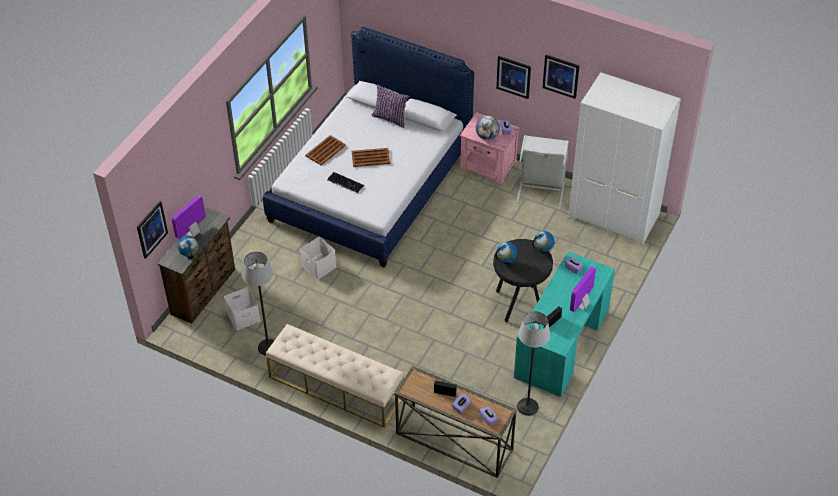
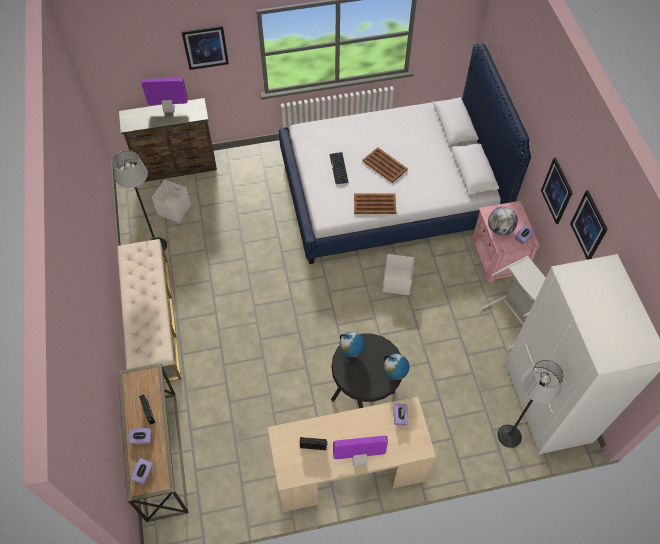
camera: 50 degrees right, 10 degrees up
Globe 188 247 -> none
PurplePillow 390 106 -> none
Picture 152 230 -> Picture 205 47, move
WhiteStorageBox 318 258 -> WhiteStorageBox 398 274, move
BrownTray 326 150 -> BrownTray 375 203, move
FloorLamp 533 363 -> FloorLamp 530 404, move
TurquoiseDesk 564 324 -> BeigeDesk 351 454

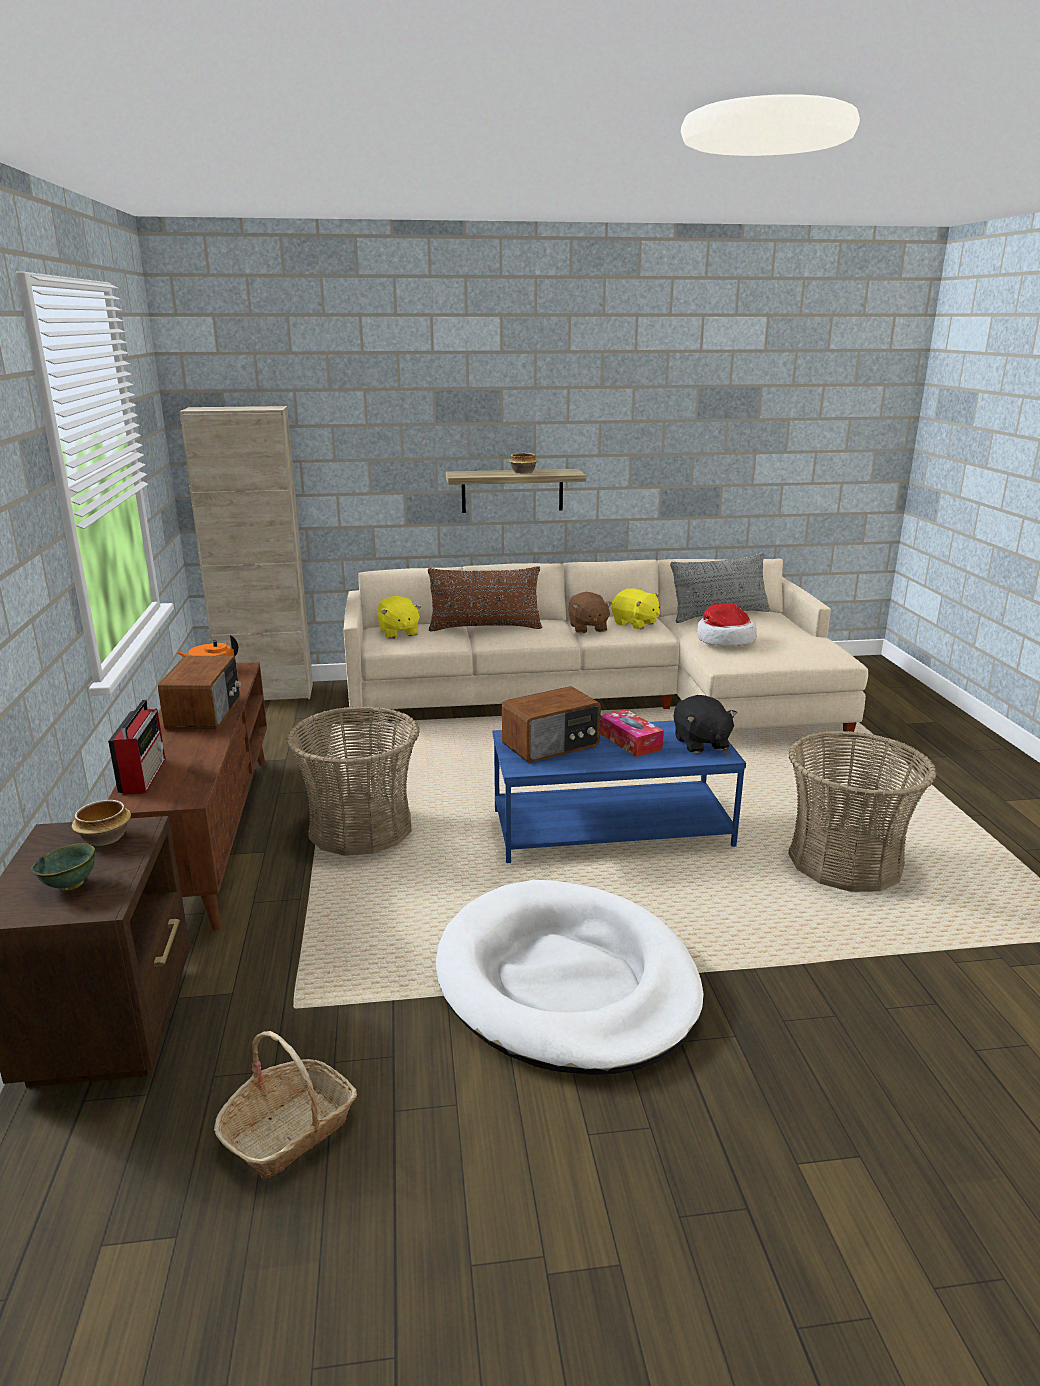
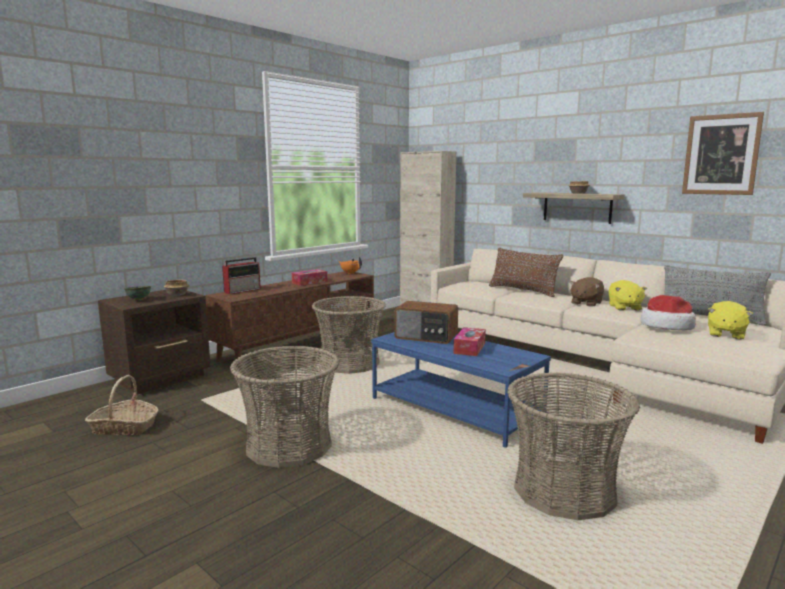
camera: 50 degrees right, 10 degrees down
BlackPlushToy 705 724 -> none
none -> Picture 723 153
YellowPlushToy 399 617 -> YellowPlushToy 730 320, move
Radio 199 692 -> TissueBox 309 277
WhiteDogBed 570 977 -> Basket 285 407

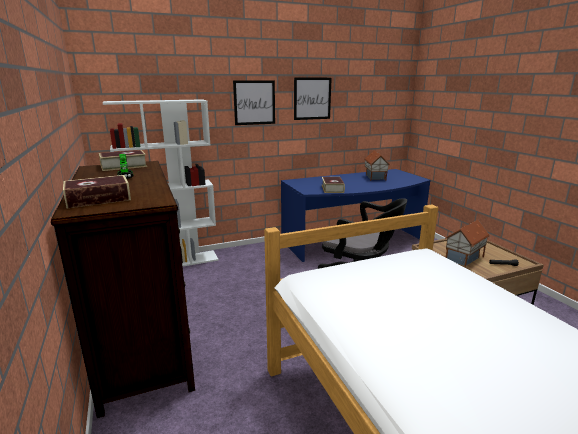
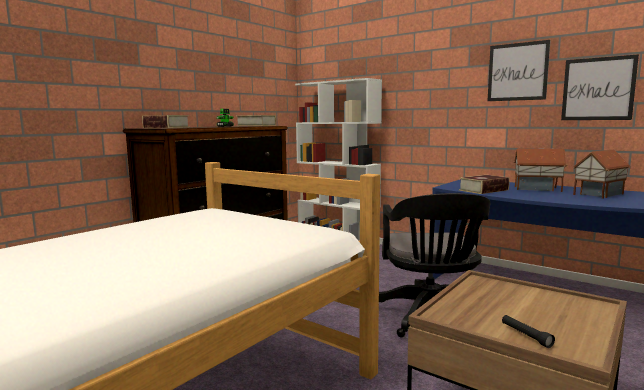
camera: 60 degrees right, 10 degrees down
Picture 254 102 -> Picture 600 87, move
ToyHouse 467 243 -> ToyHouse 540 170, move

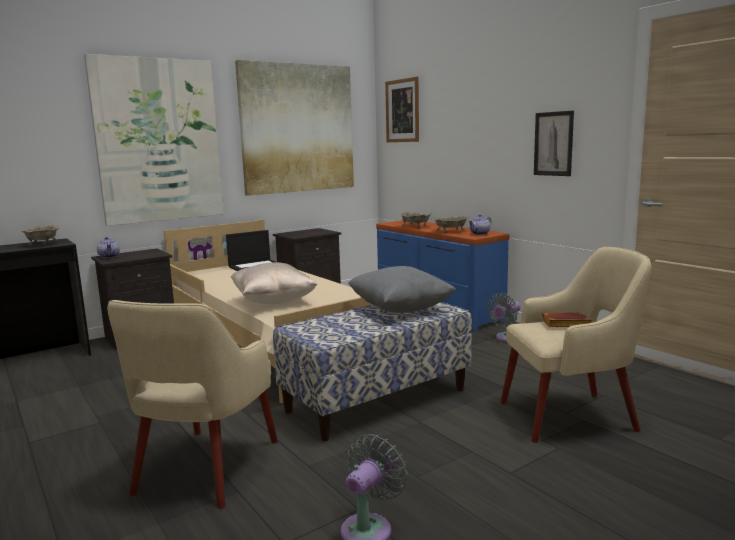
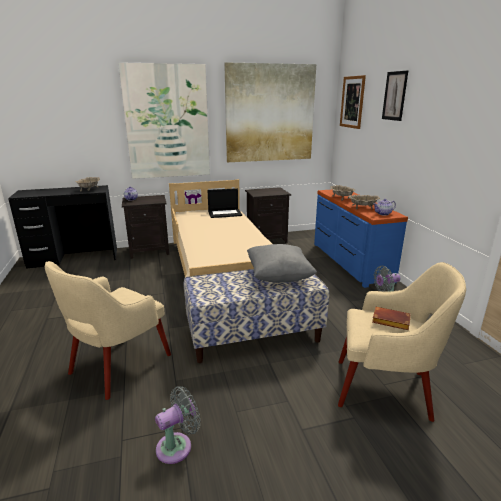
camera: 20 degrees right, 10 degrees up
BeigePillow 274 283 -> none
Picture 554 143 -> Picture 395 95, move

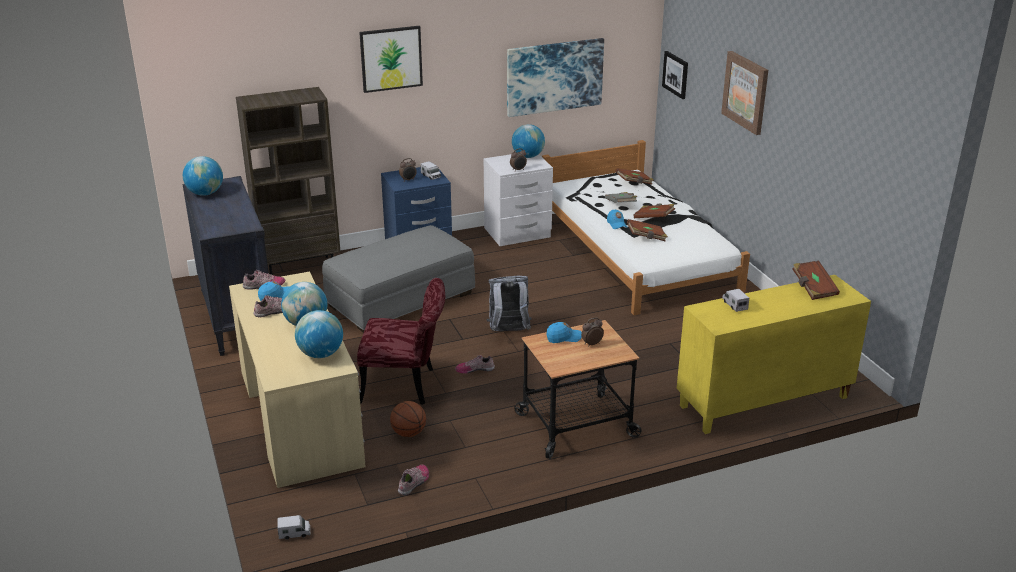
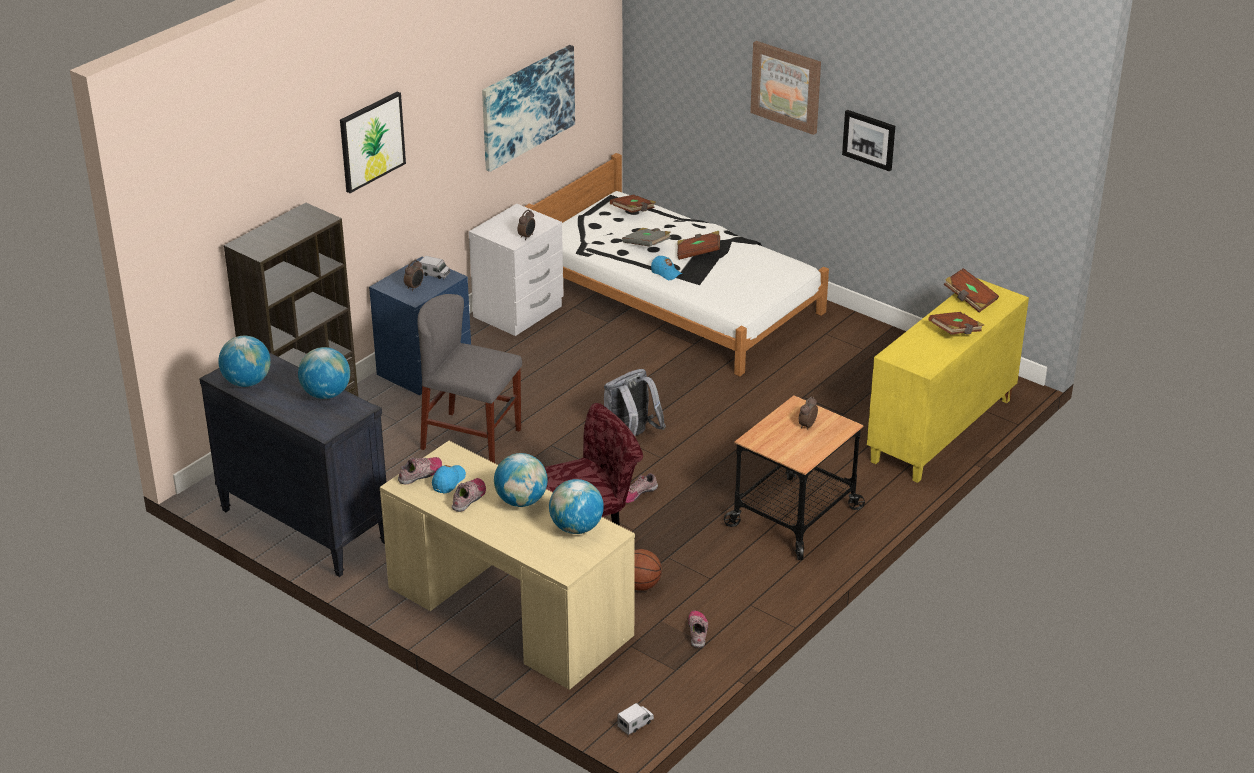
camera: 30 degrees left, 5 degrees up
BlueCap 564 332 -> none
ToyTruck 735 300 -> none
Globe 528 141 -> Globe 324 373, move
BrownBook 647 230 -> BrownBook 956 323, move
Picture 675 75 -> Picture 868 141, move
GreyOttoman 398 279 -> GreyChair 469 378

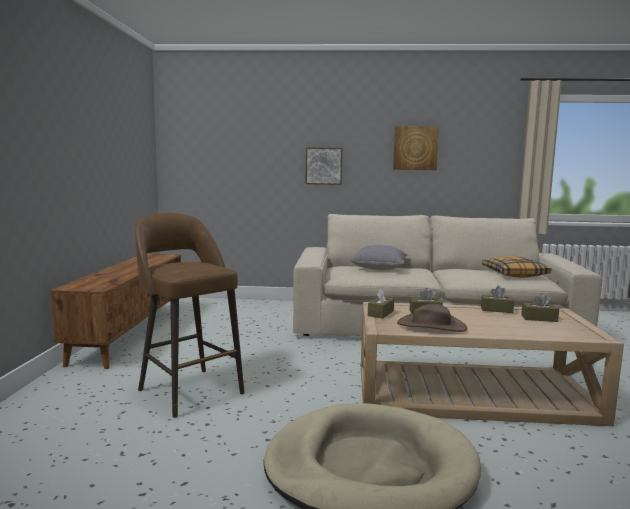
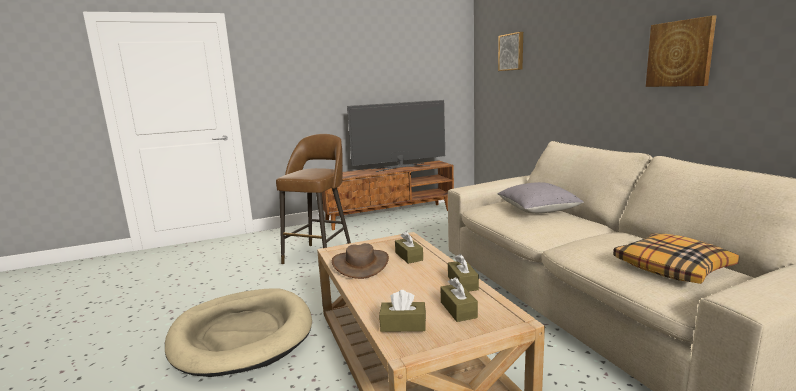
camera: 65 degrees right, 5 degrees up
none -> Television 396 136
Picture 324 166 -> Picture 510 51, move
BrownTissueBox 381 303 -> BrownTissueBox 402 311, move

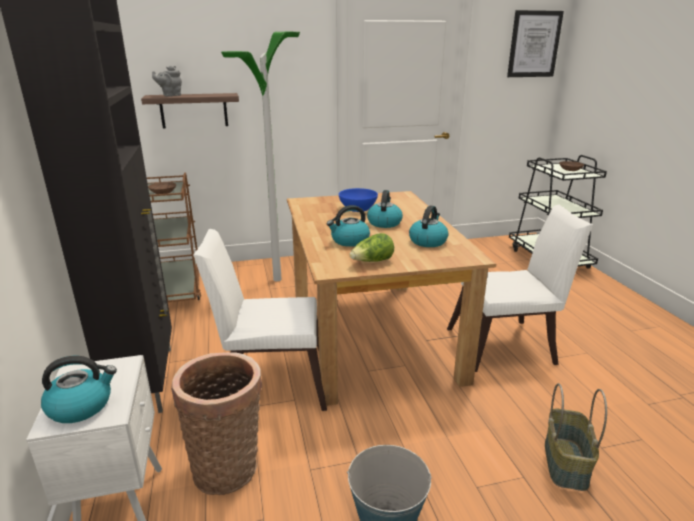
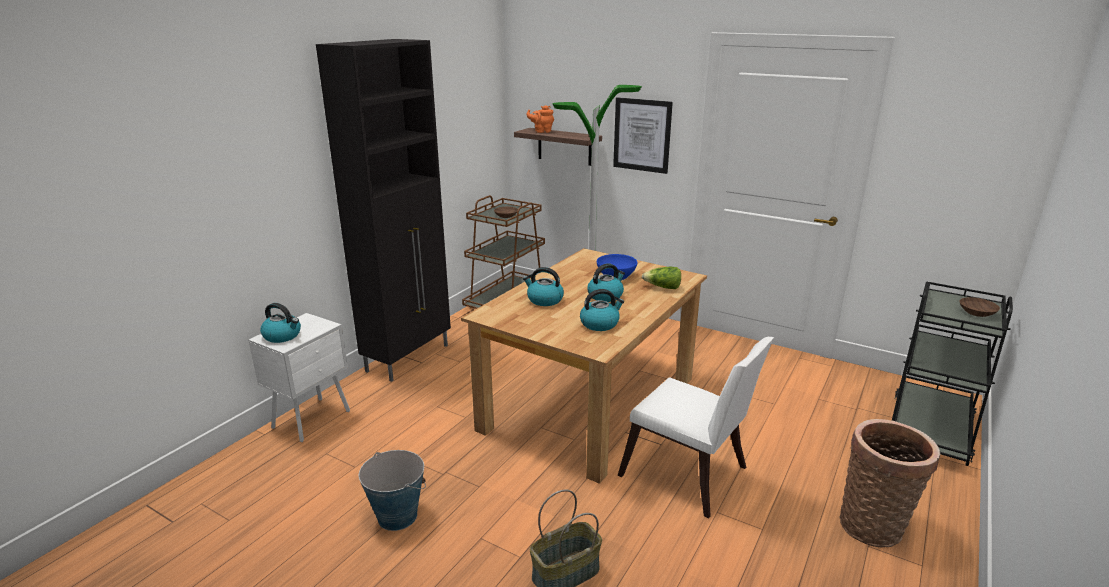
camera: 45 degrees right, 0 degrees up
WhiteChair 260 320 -> none
Basket 216 423 -> Basket 890 483, move
Lettuce 372 247 -> Lettuce 661 278, move
Picture 535 43 -> Picture 643 135, move
GreyTeapot 167 81 -> OrangeTeapot 540 119

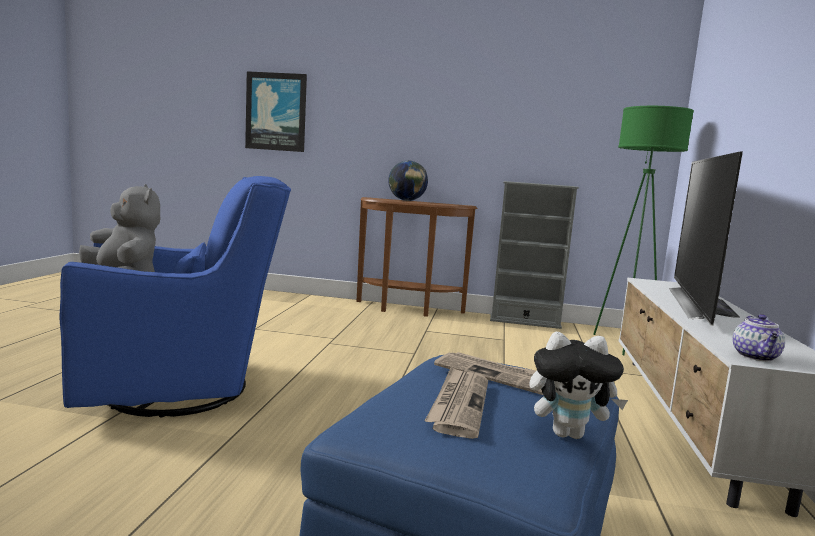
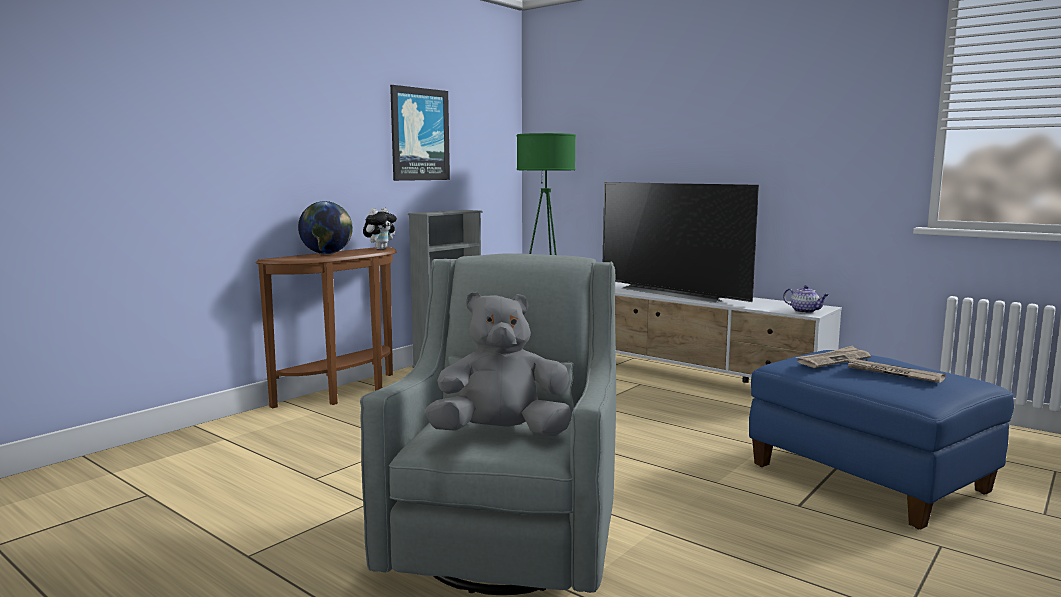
camera: 60 degrees left, 0 degrees up
Picture 276 111 -> Picture 420 133, move
PlushToy 578 385 -> PlushToy 380 229, move
BlueArmchair 175 296 -> GreyArmchair 488 424

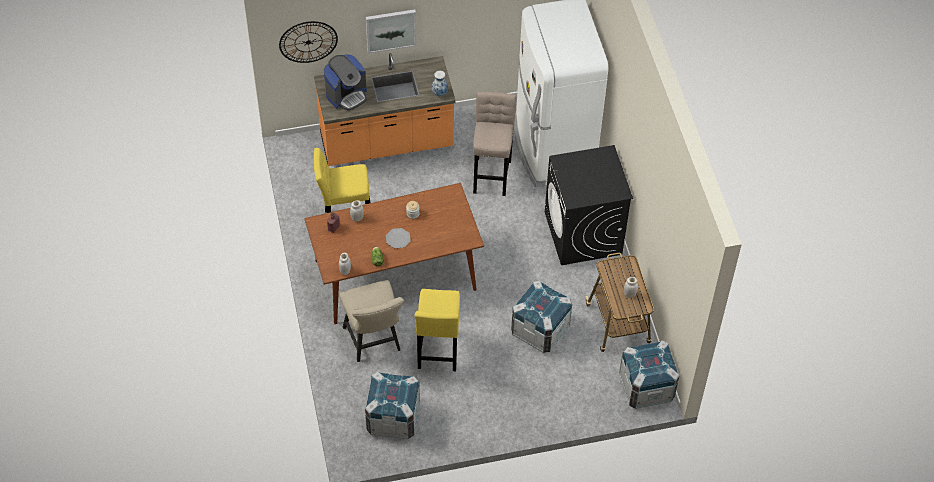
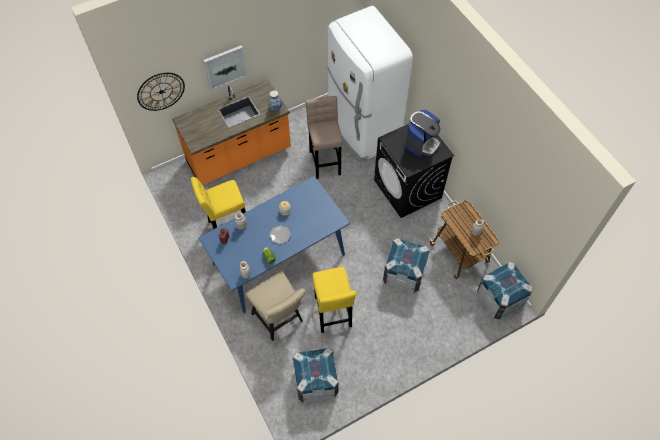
camera: 15 degrees left, 5 degrees up
CoffeeMachine 345 82 -> CoffeeMachine 423 133, move
BrownDiningTable 394 253 -> BlueDiningTable 274 244

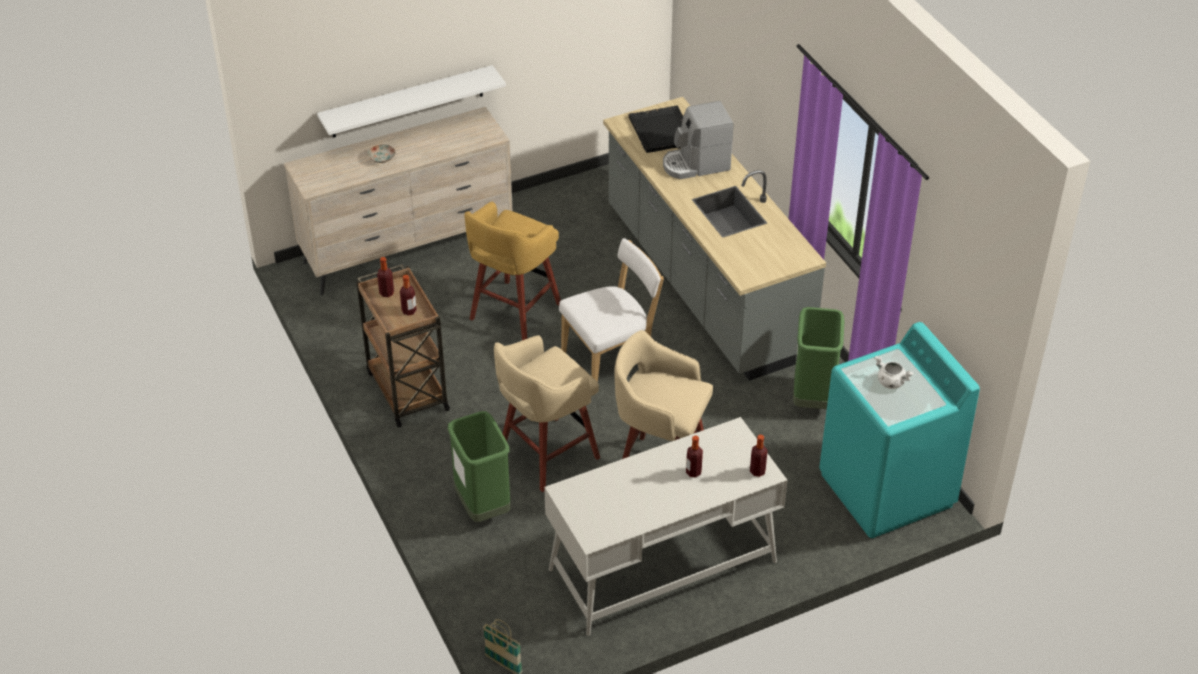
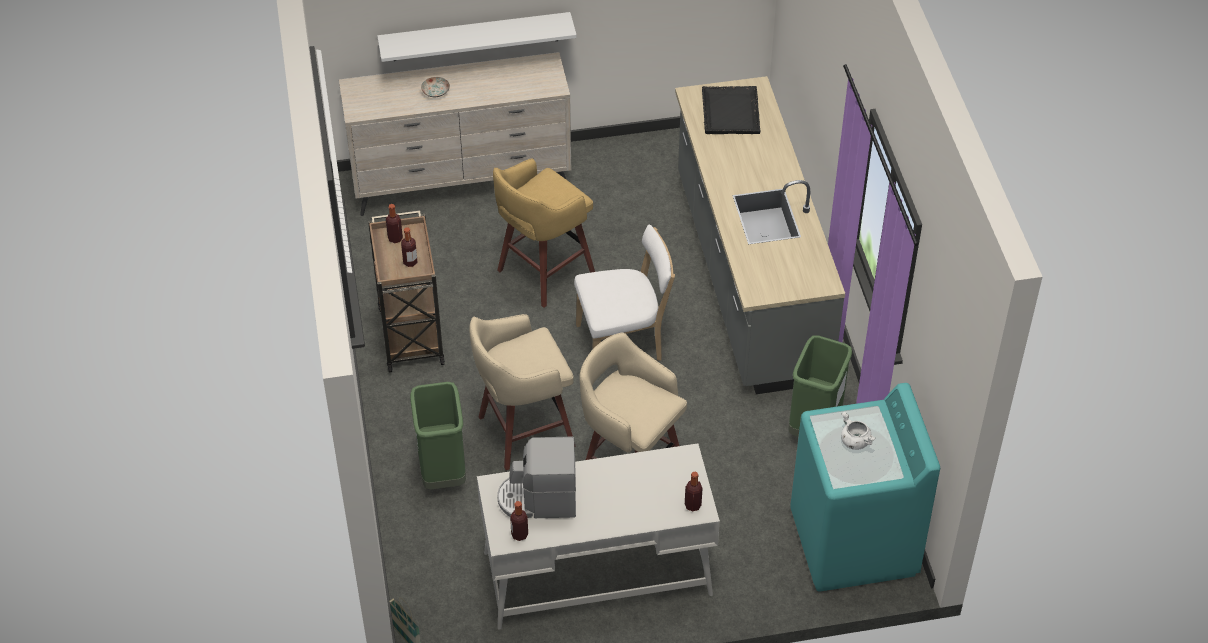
camera: 15 degrees right, 5 degrees up
CoffeeMachine 698 140 -> CoffeeMachine 536 477, move
Bottle 694 456 -> Bottle 519 521, move

